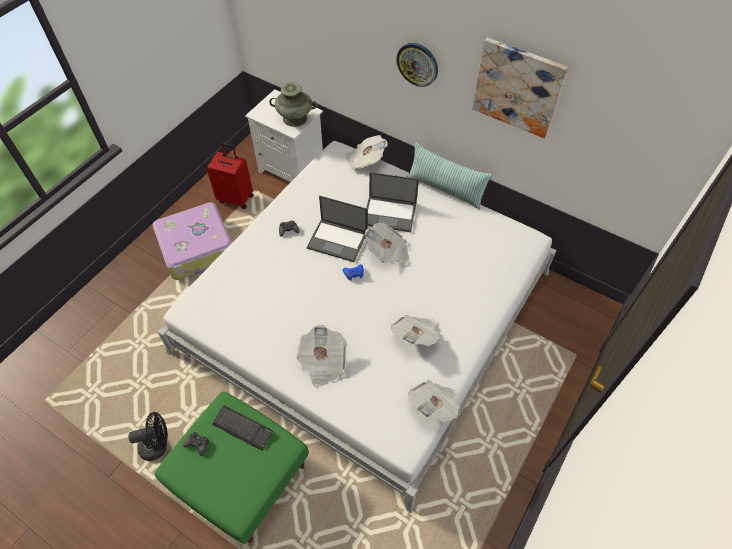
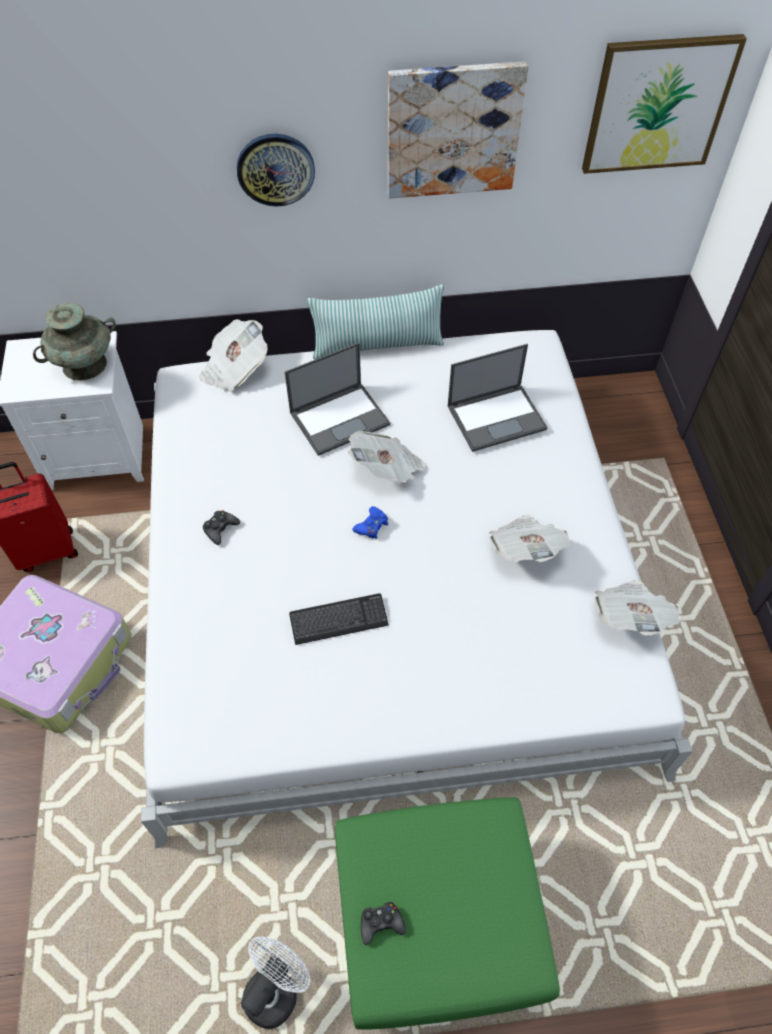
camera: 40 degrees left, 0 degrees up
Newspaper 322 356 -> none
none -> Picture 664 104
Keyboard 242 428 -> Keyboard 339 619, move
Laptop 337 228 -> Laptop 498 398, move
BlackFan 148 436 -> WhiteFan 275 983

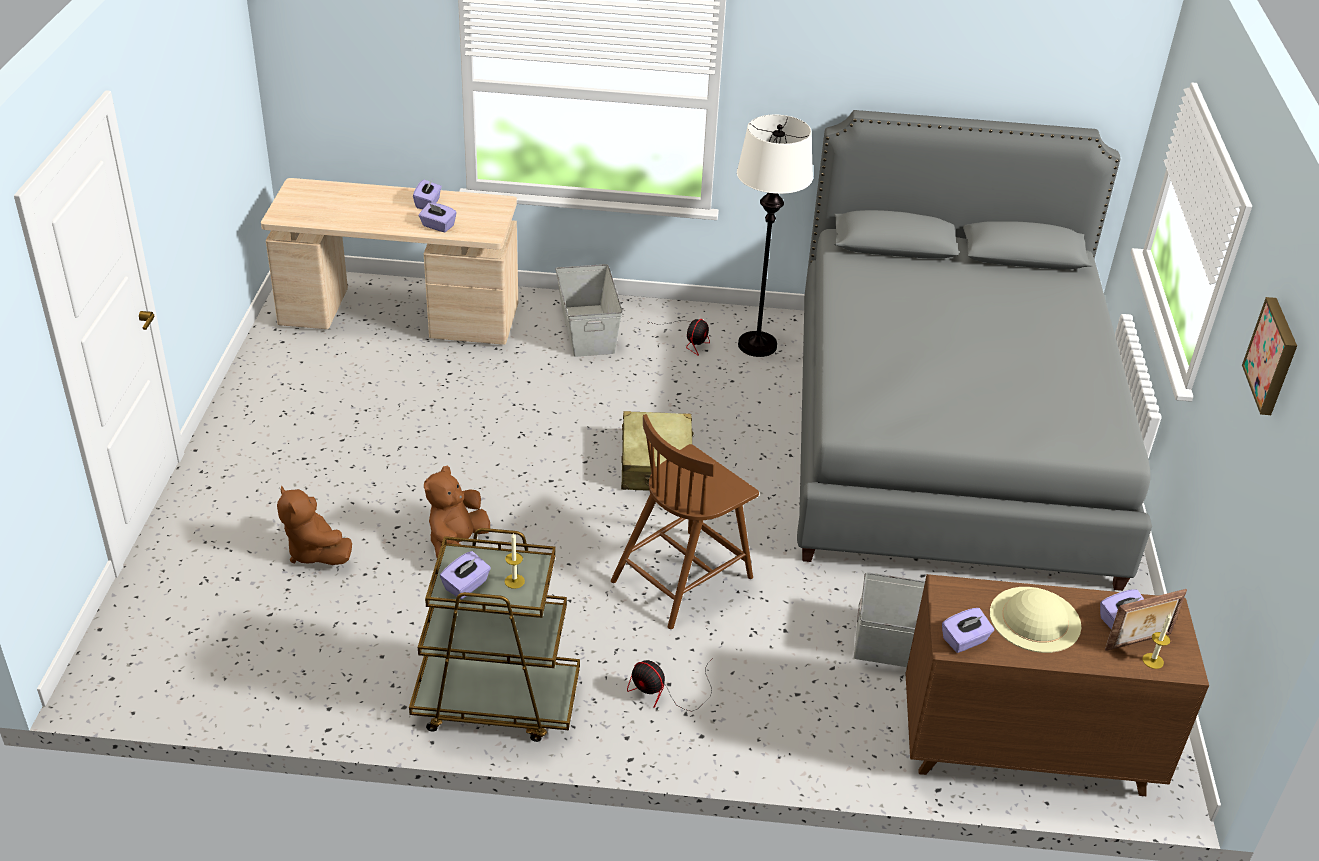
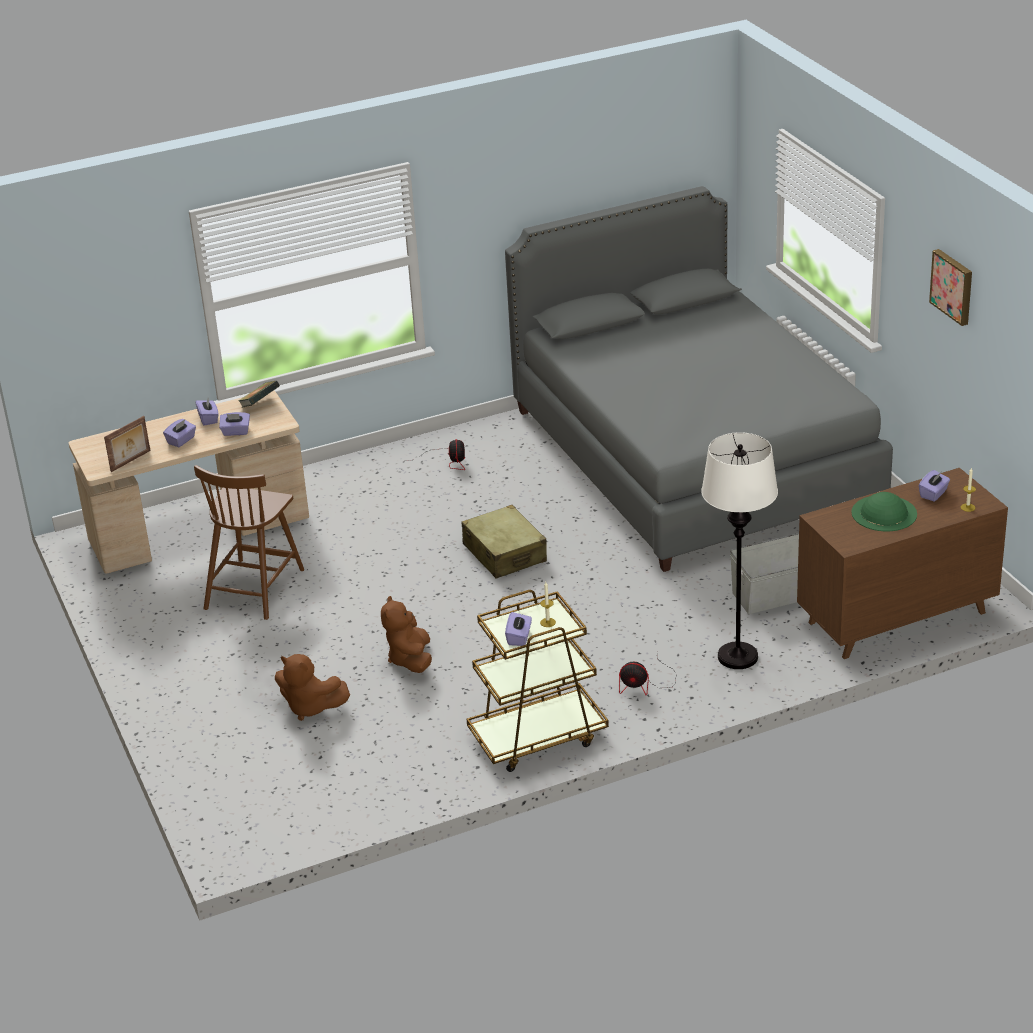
camera: 25 degrees left, 5 degrees down
GreyStorageBox 589 310 -> none
none -> Book 259 394
BrownChair 685 521 -> BrownChair 249 542, move
WhiteFloorLamp 775 236 -> WhiteFloorLamp 739 550, move
PurpleTissueBox 968 630 -> PurpleTissueBox 179 433, move
PictureFrame 1146 620 -> PictureFrame 127 444, move
BeigeHat 1035 620 -> GreenHat 884 511

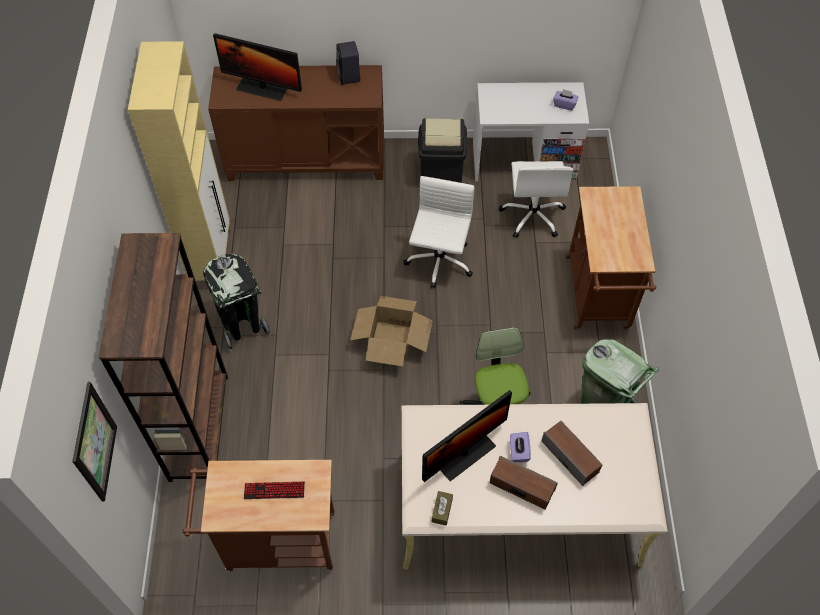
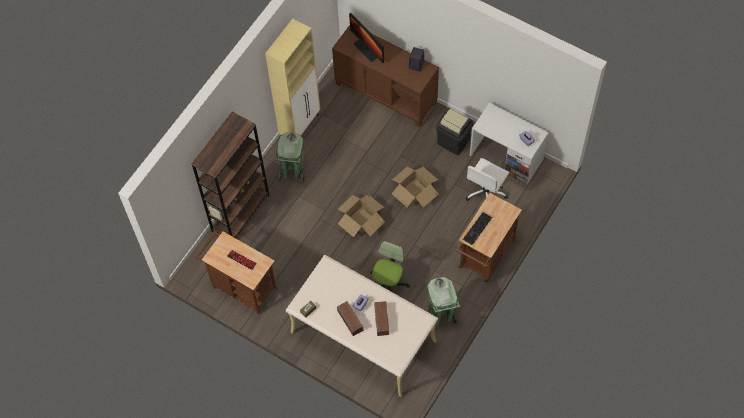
camera: 35 degrees right, 5 degrees up
Picture 94 442 -> none
Monitor 467 436 -> none
none -> Keyboard 477 228
WhiteOfficeChair 439 232 -> CardboardBox 415 187
BlackTrashCan 236 302 -> GreenTrashCan 290 158

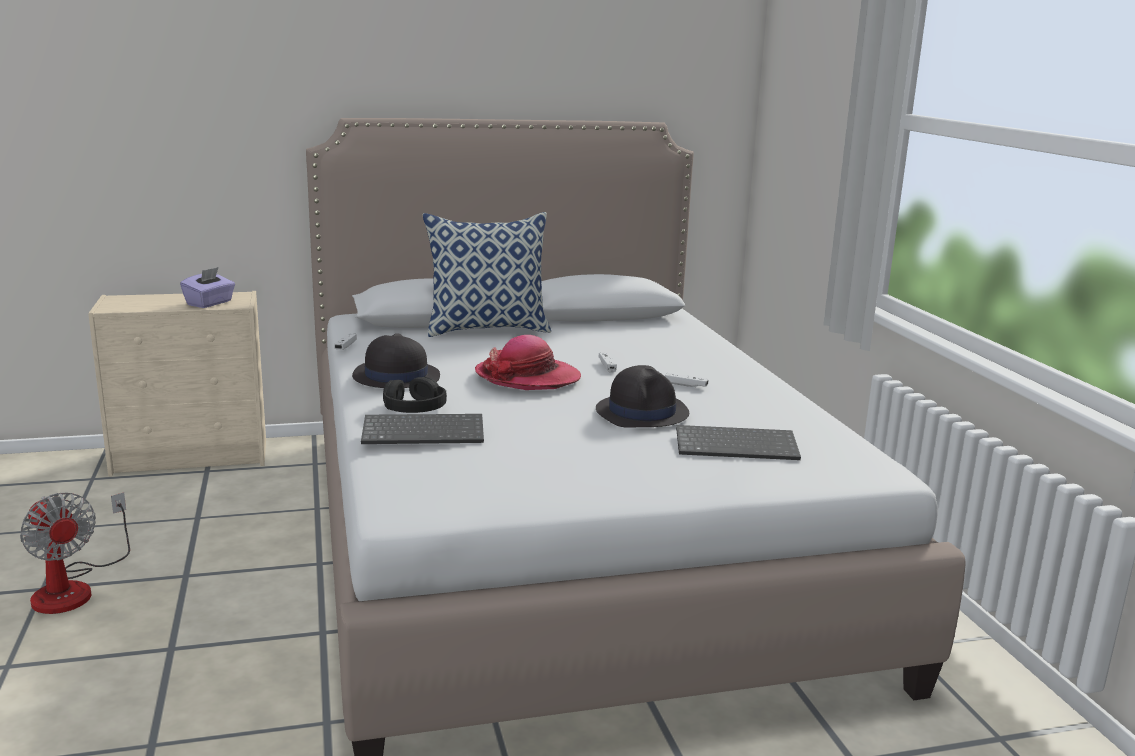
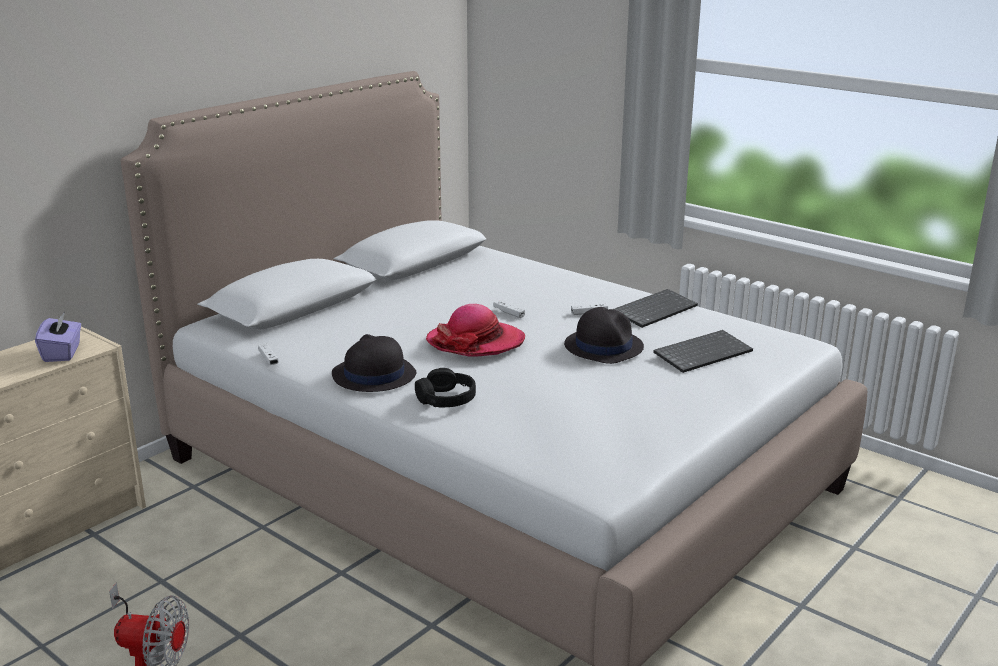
camera: 35 degrees left, 5 degrees up
Pillow 486 274 -> none
Keyboard 422 429 -> Keyboard 655 308, move

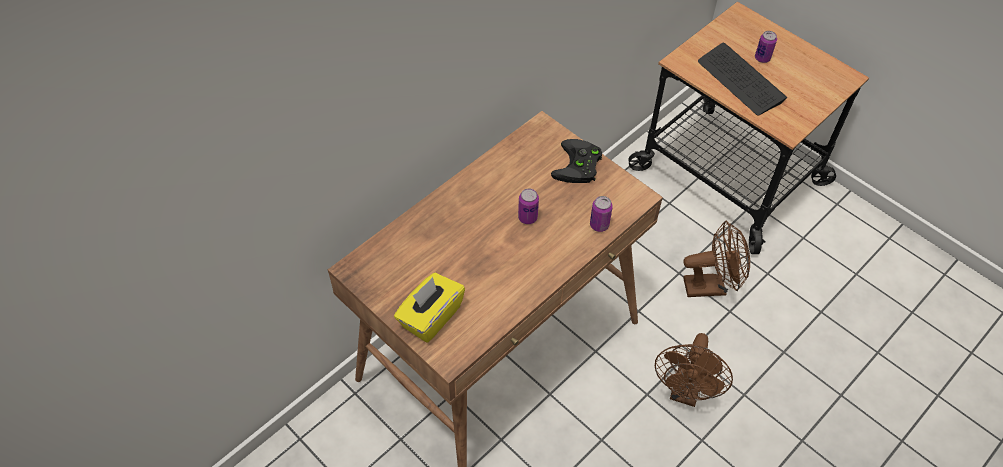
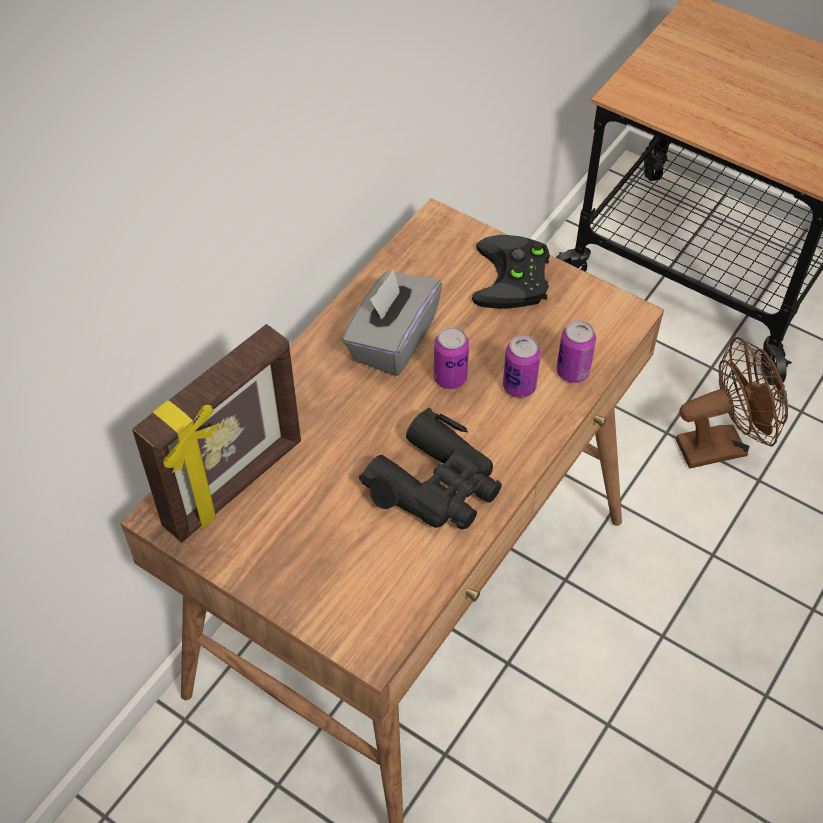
camera: 10 degrees left, 0 degrees up
YellowTissueBox 429 308 -> none
BrownFan 694 370 -> none
Keyboard 742 79 -> none
none -> PictureFrame 216 433
none -> GreyTissueBox 392 322
none -> BlackBinoculars 430 468
Can 766 47 -> Can 522 366, move

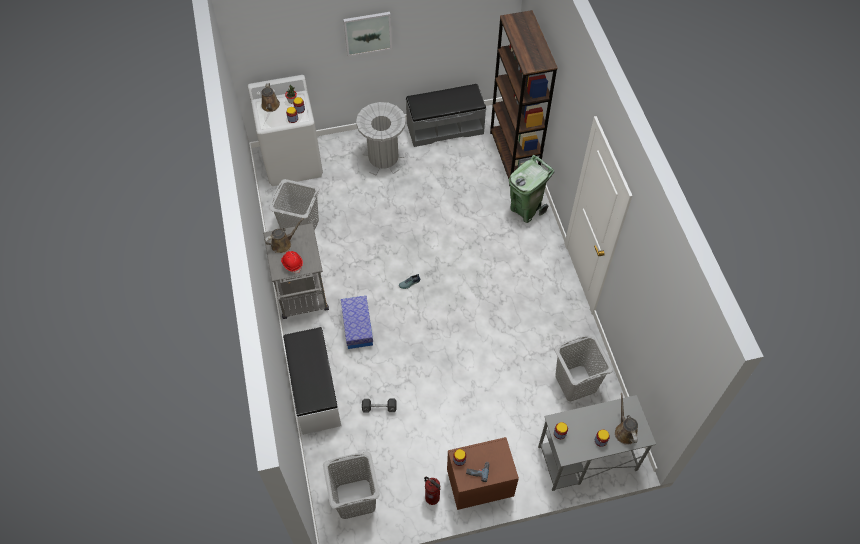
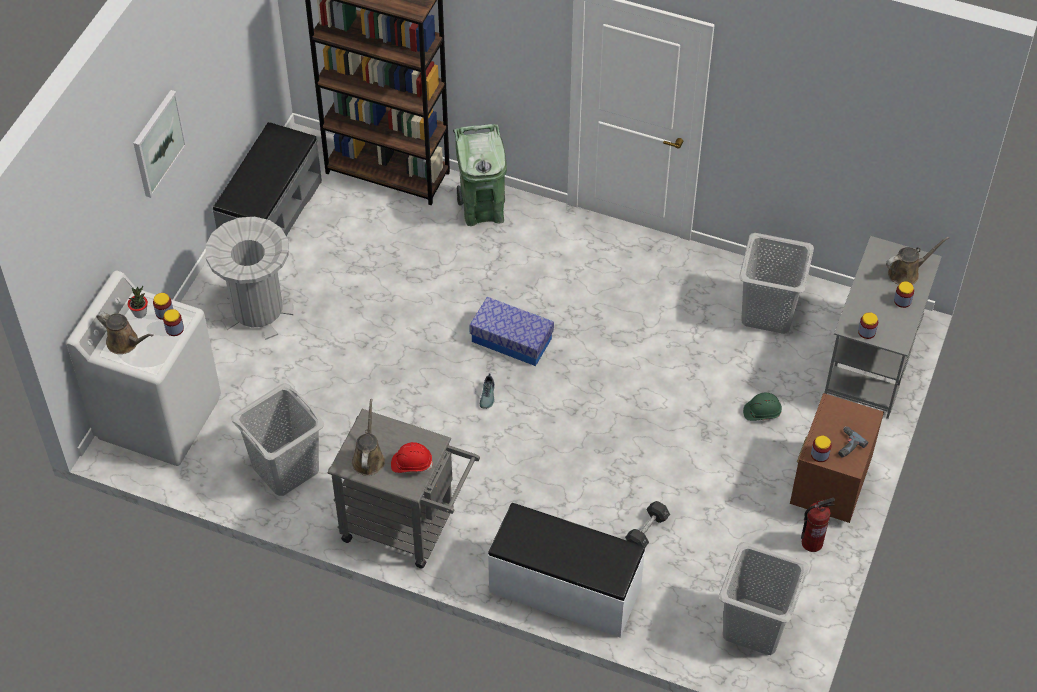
camera: 55 degrees left, 5 degrees down
none -> GreenHardHat 762 407
StorageBox 357 322 -> StorageBox 511 331, move
BrownWateringCan 626 419 -> BrownWateringCan 917 260, 135 degrees clockwise

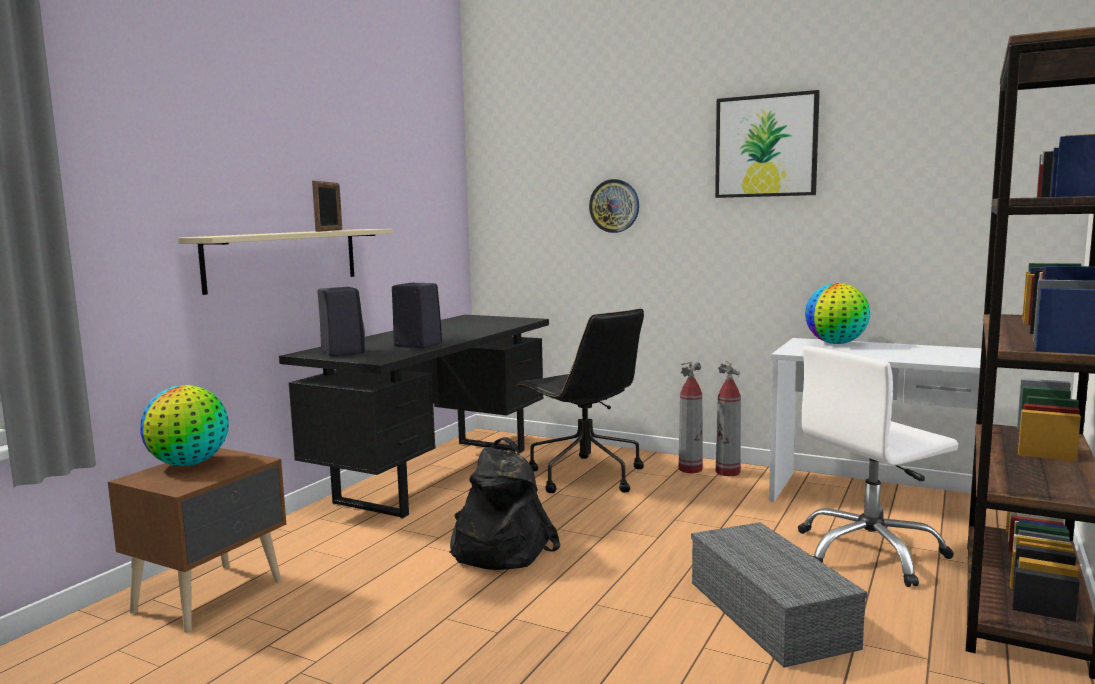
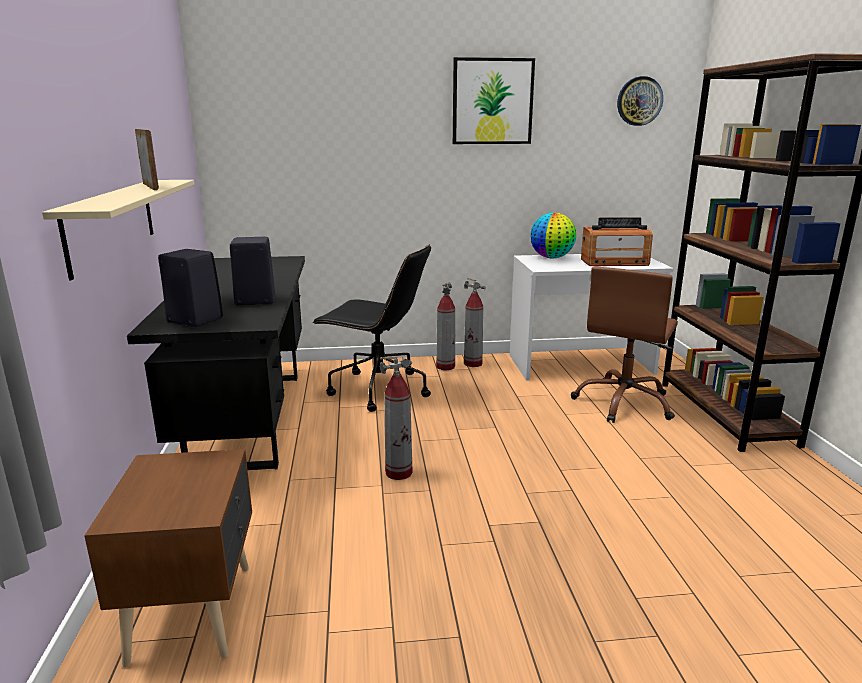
camera: 35 degrees left, 10 degrees up
Globe 184 425 -> none
GreyStorageBox 779 595 -> none
none -> Radio 617 241
WallClock 614 206 -> WallClock 640 101, move
BlackBackpack 504 503 -> FireExtinguisher 396 418
WhiteOfficeChair 878 466 -> BrownOfficeChair 624 345

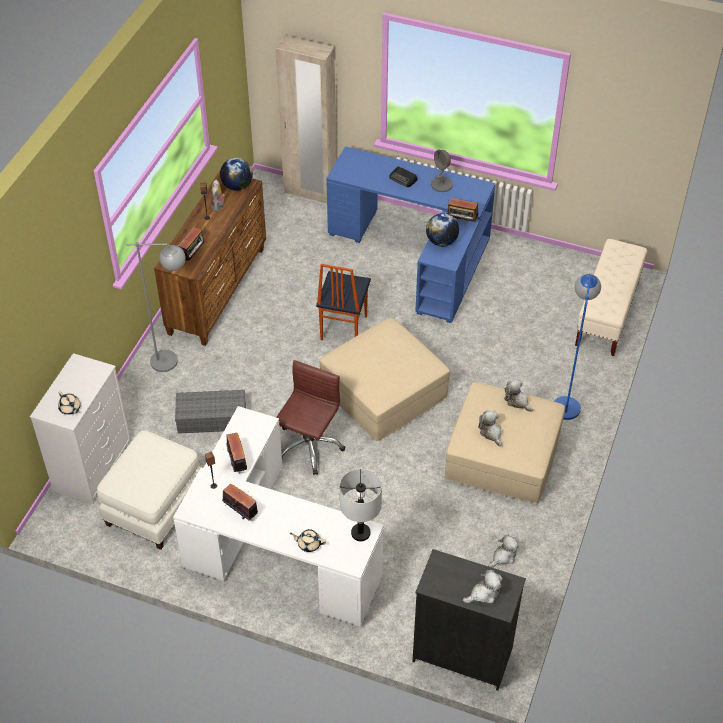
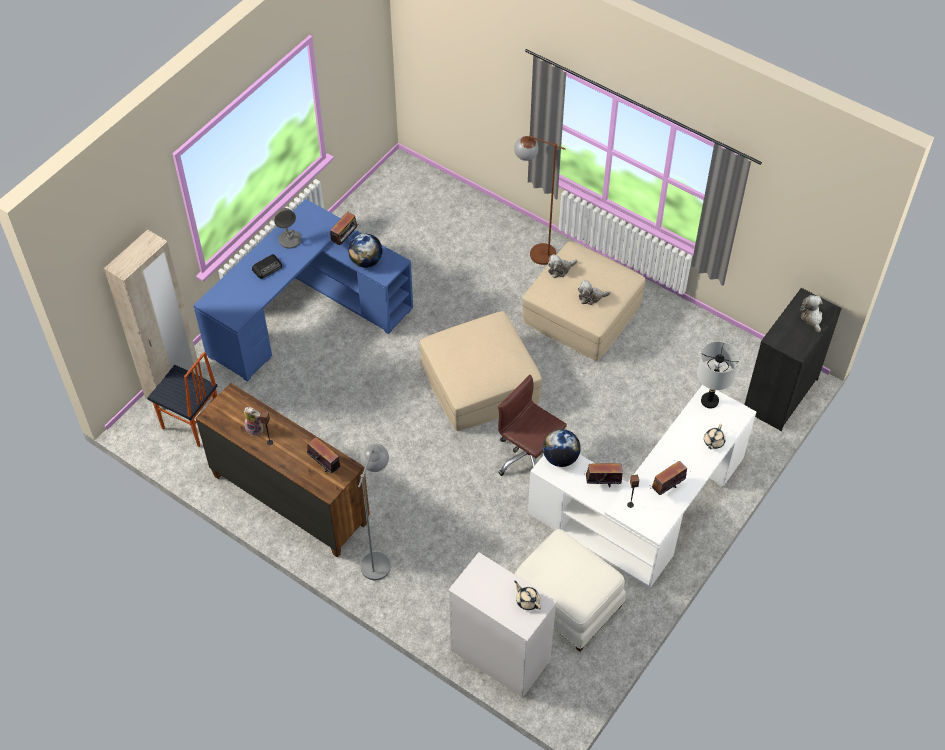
camera: 75 degrees left, 5 degrees up
GreyStorageBox 210 412 -> none
PlushToy 503 551 -> none
BeigeBench 611 297 -> none
Globe 236 174 -> Globe 562 448, move
Chair 343 302 -> Chair 182 399, move
BlueFloorLamp 577 347 -> BrownFloorLamp 539 200
BeigeTeapot 69 403 -> BeigeTeapot 527 595, 105 degrees counterclockwise

